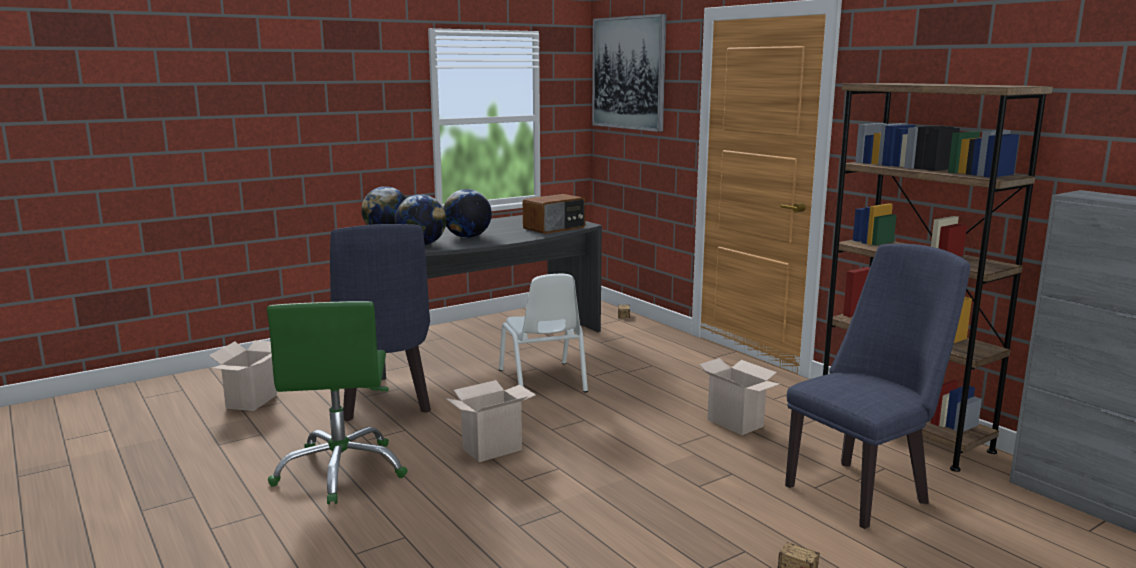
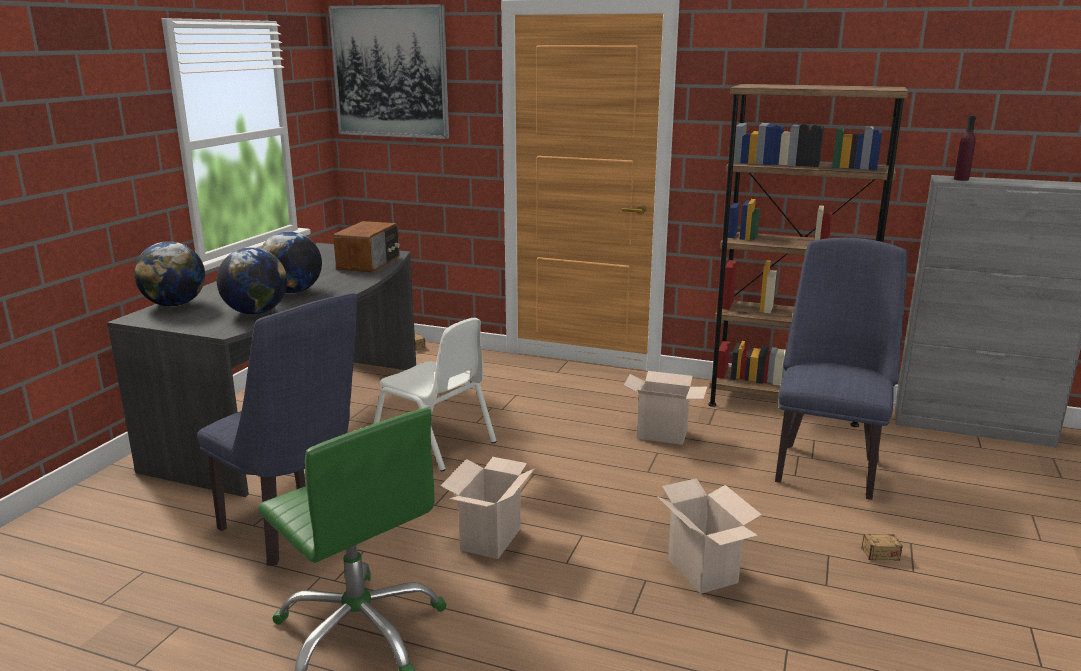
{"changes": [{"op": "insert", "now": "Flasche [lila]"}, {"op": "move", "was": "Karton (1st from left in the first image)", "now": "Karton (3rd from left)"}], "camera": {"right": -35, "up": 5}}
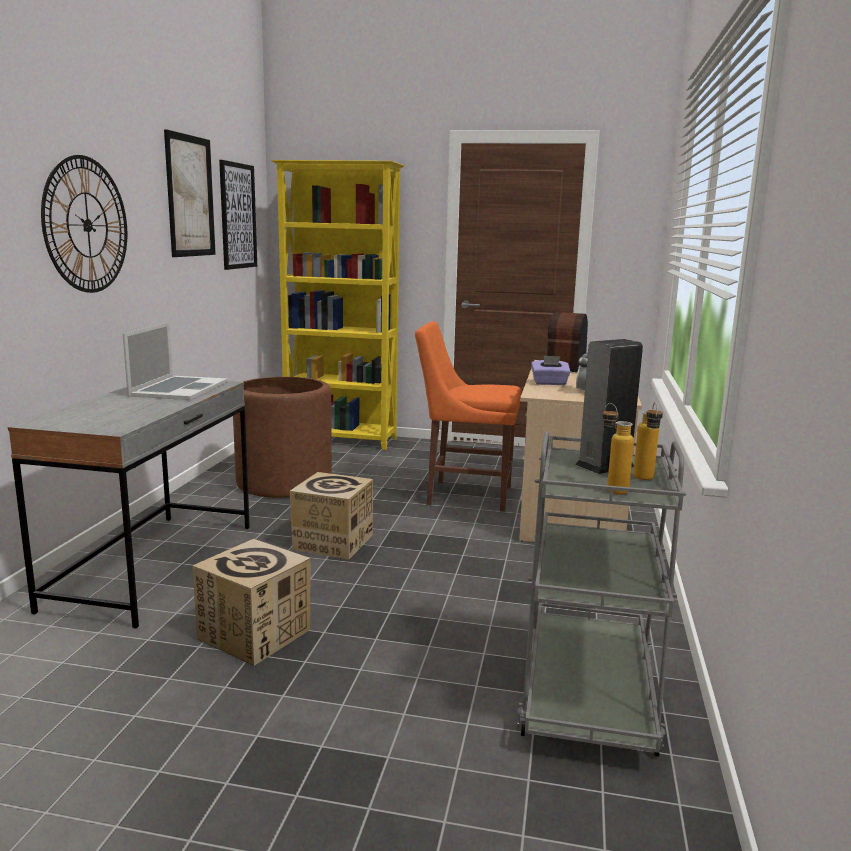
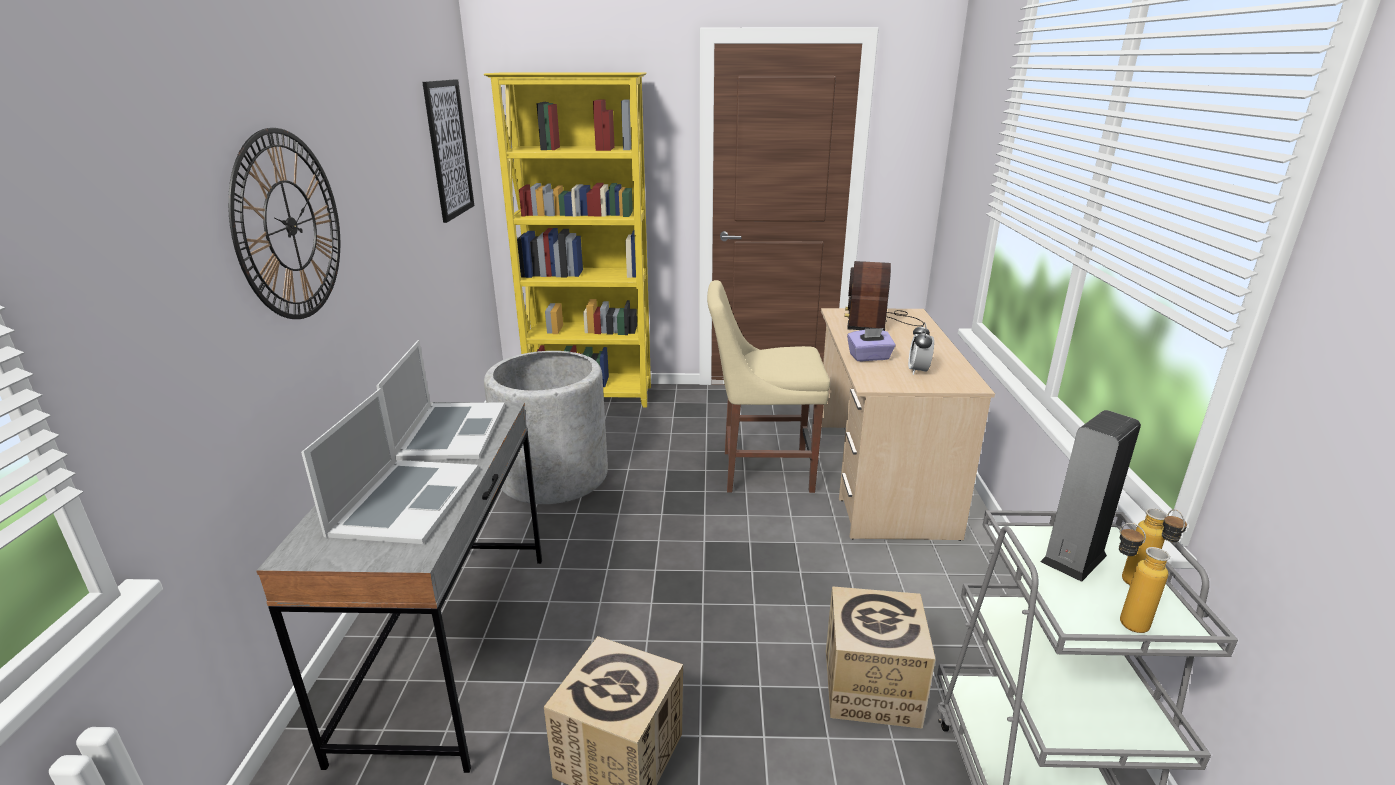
{"changes": [{"op": "delete", "was": "Bild (1st from left)"}, {"op": "insert", "now": "Laptop (1st from left)"}, {"op": "move", "was": "Karton (2nd from left)"}, {"op": "recolor", "was": "Pflanzkübel [braun]", "now": "Pflanzkübel [grau]"}, {"op": "recolor", "was": "Stuhl [orange]", "now": "Stuhl [beige]"}], "camera": {"right": -10, "up": 10}}
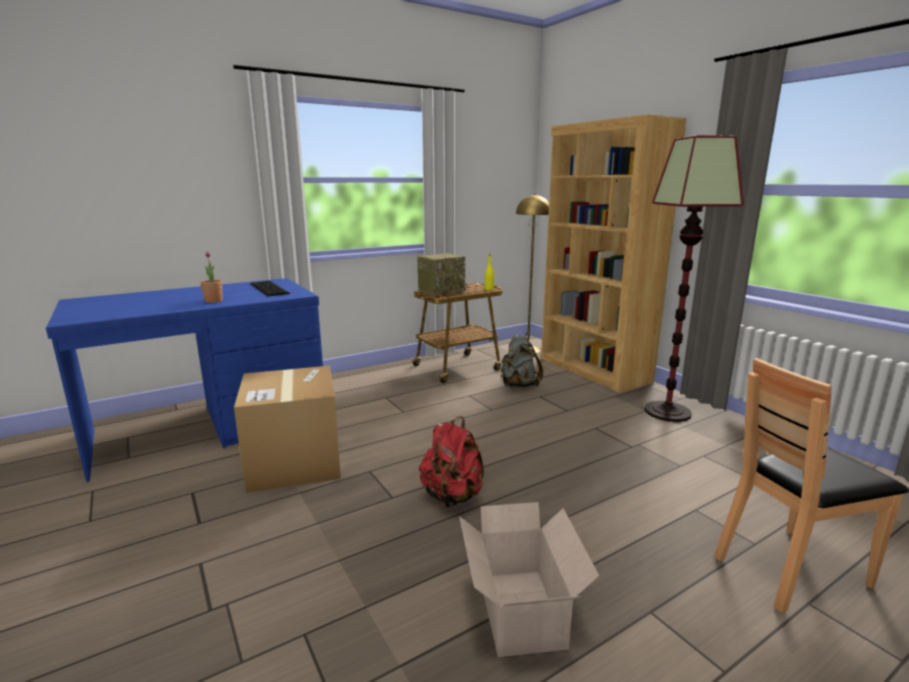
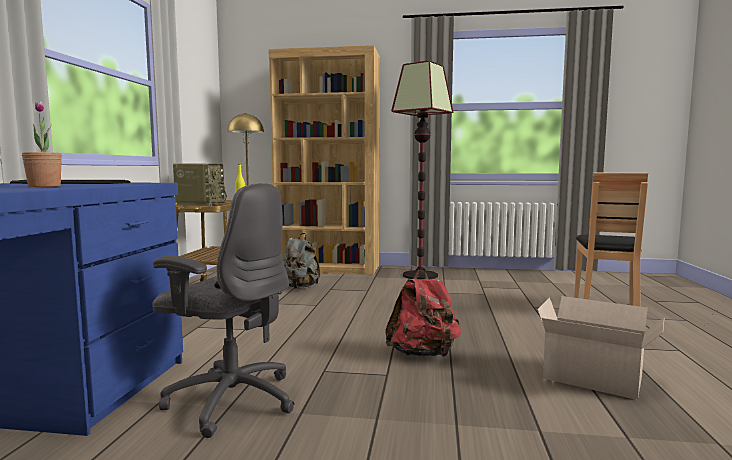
{"changes": [{"op": "replace", "was": "Karton (1st from left)", "now": "Bürostuhl [grau]"}], "camera": {"right": -50, "up": -10}}
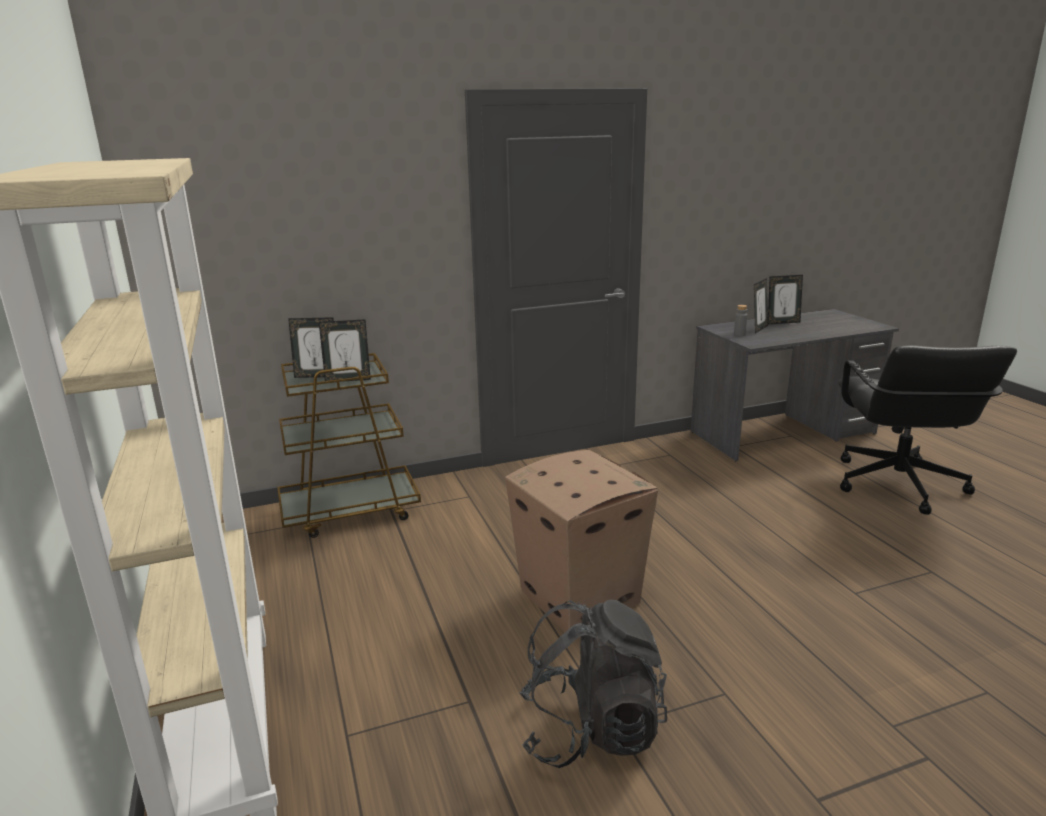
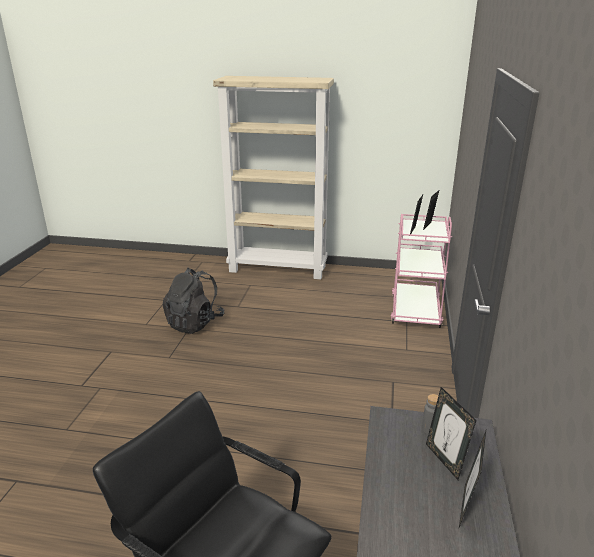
{"changes": [{"op": "delete", "was": "Karton"}, {"op": "recolor", "was": "Rollwagen [braun]", "now": "Rollwagen [rosa]"}], "camera": {"right": 120, "up": 5}}
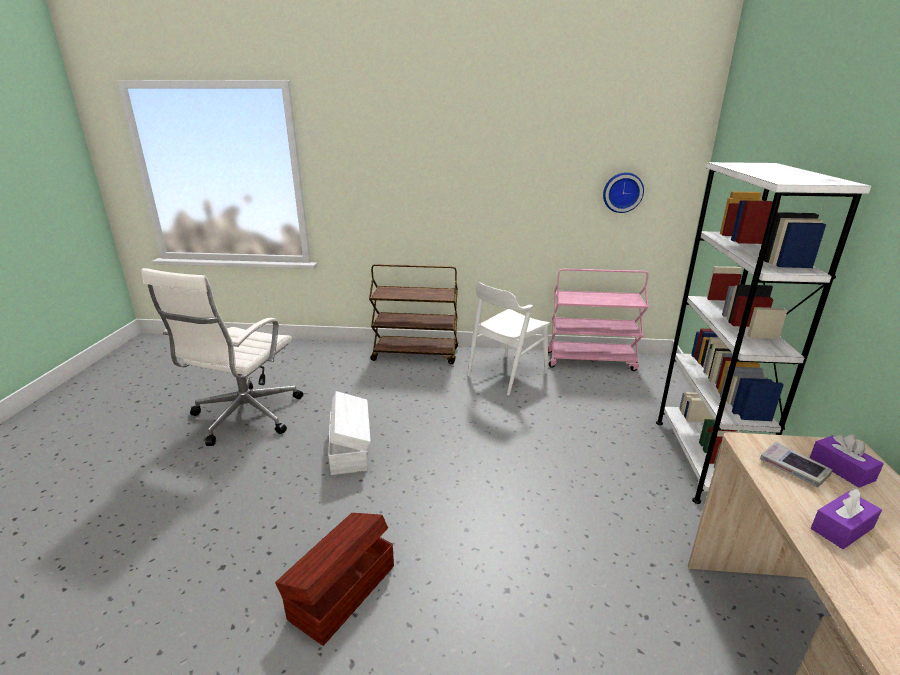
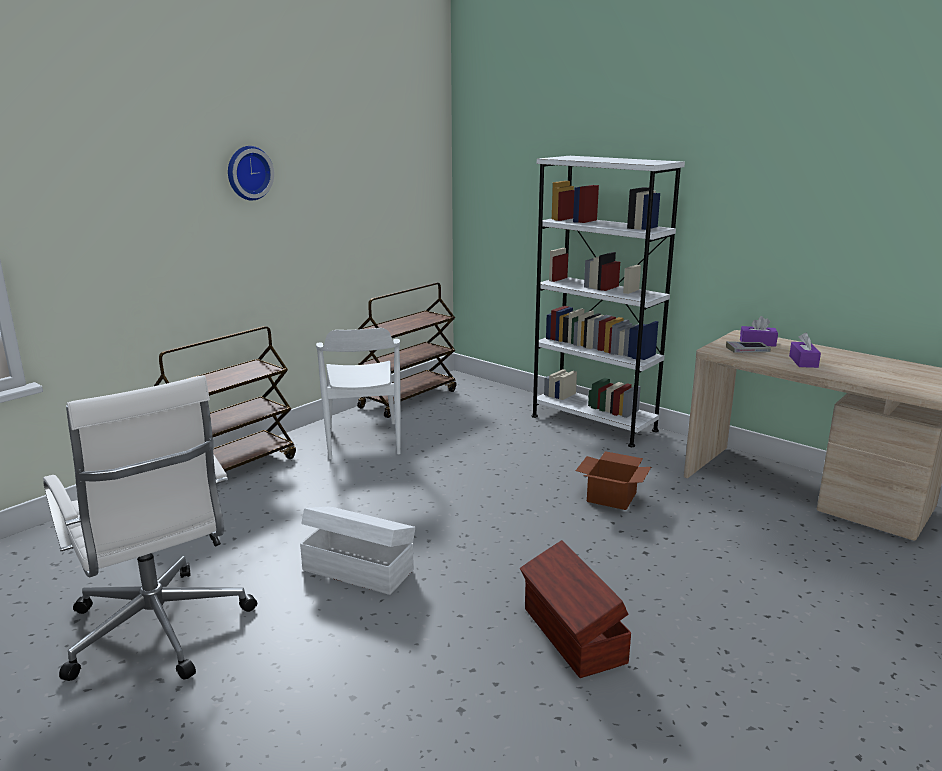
{"changes": [{"op": "insert", "now": "Karton"}, {"op": "move", "was": "Wanduhr"}, {"op": "recolor", "was": "Rollwagen [rosa]", "now": "Rollwagen [braun] (2nd from left)"}], "camera": {"right": -55, "up": -5}}
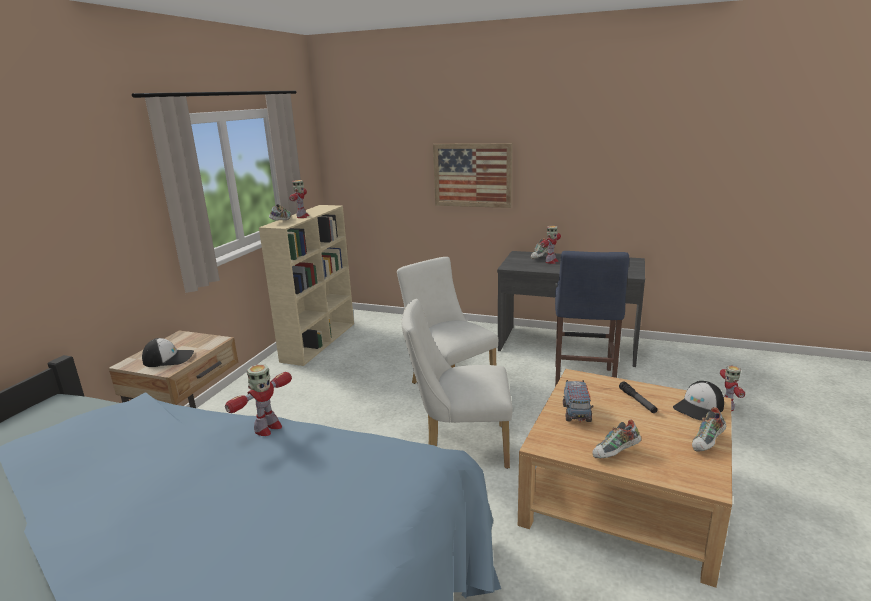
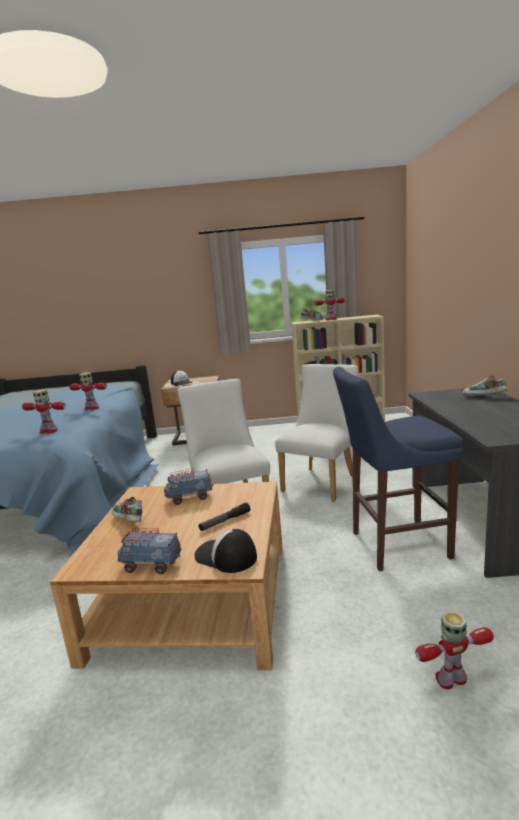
{"changes": [{"op": "delete", "was": "Bild"}, {"op": "move", "was": "Spielzeugroboter (3rd from left in the first image)", "now": "Spielzeugroboter (1st from left)"}, {"op": "replace", "was": "Schuh (4th from left)", "now": "Spielzeuglaster (1st from left)"}], "camera": {"right": 70, "up": -5}}
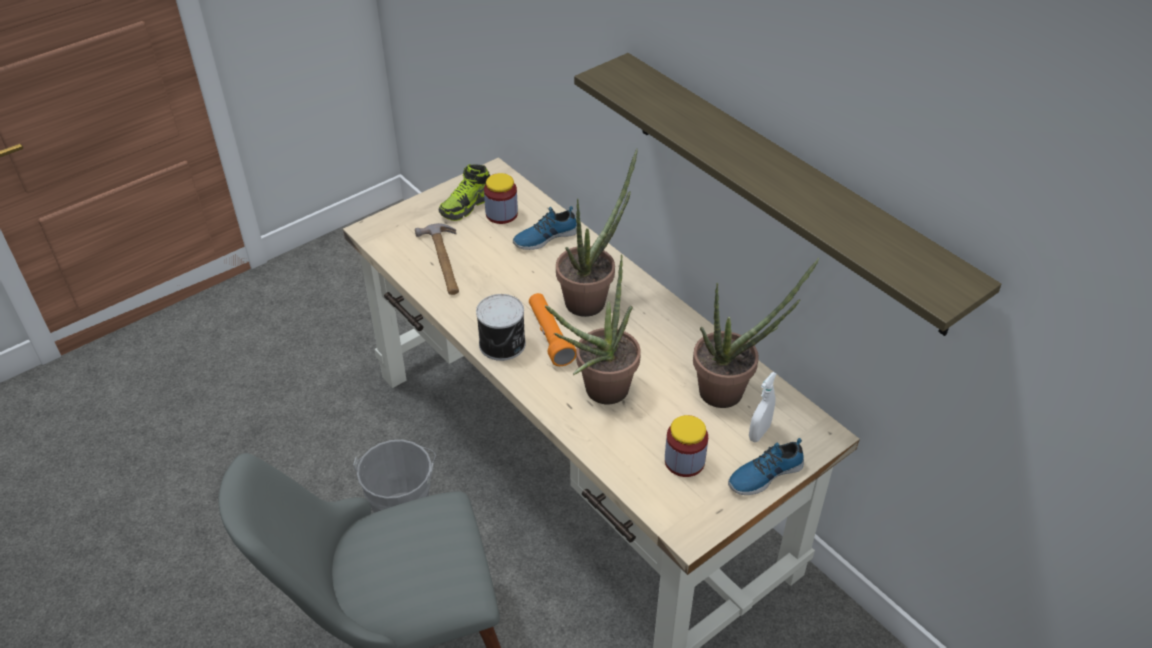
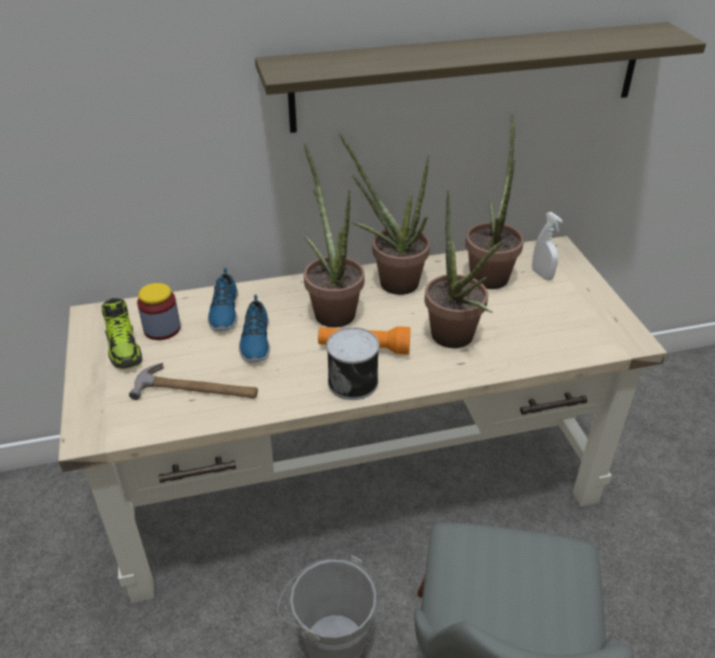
{"changes": [{"op": "delete", "was": "Vorratsglas (2nd from left)"}, {"op": "insert", "now": "Topfpflanze (2nd from left)"}, {"op": "move", "was": "Schuh (3rd from left)"}], "camera": {"right": -65, "up": -5}}
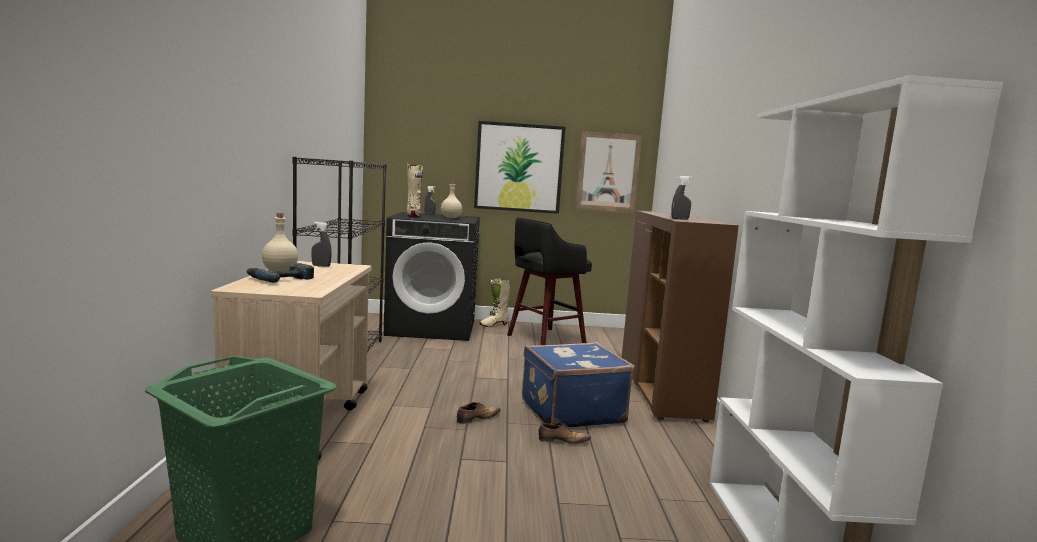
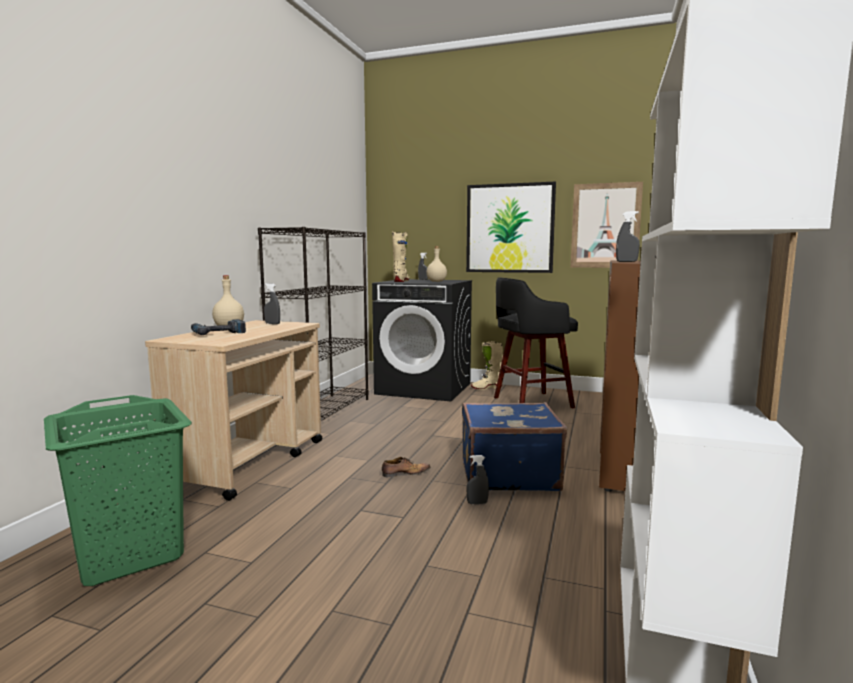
{"changes": [{"op": "replace", "was": "Schuh (2nd from left)", "now": "Sprühflasche [grau] (3rd from left)"}], "camera": {"right": 20, "up": 0}}
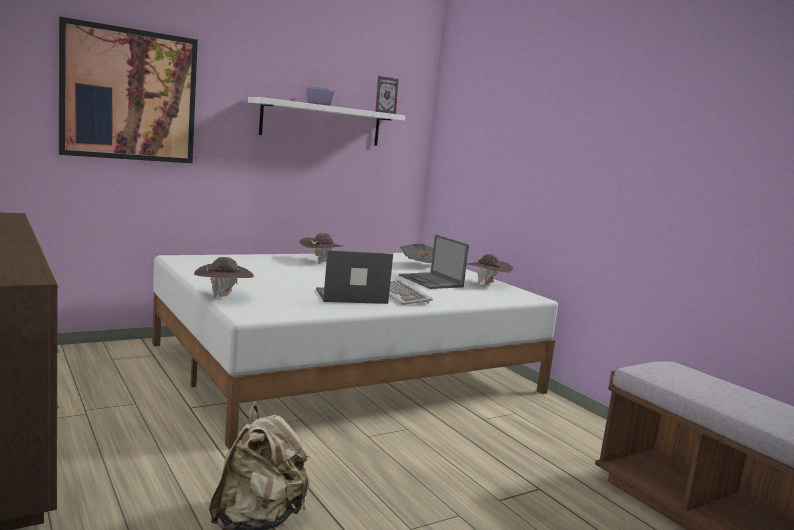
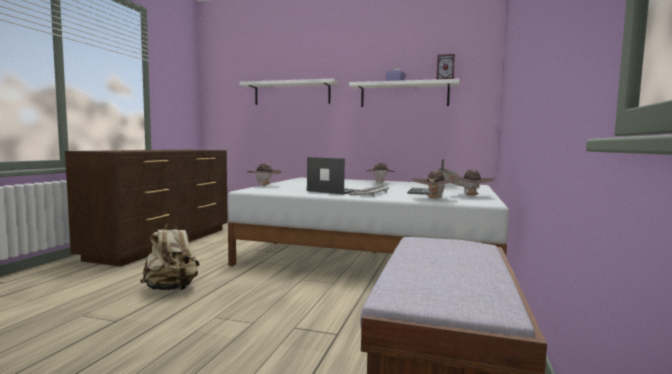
{"changes": [{"op": "insert", "now": "Hut [braun] (3rd from left)"}, {"op": "replace", "was": "Bild", "now": "Wandregal [weiß] (1st from left)"}], "camera": {"right": 50, "up": -5}}
